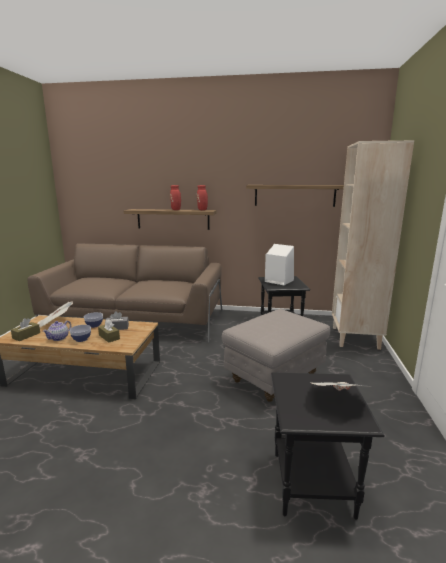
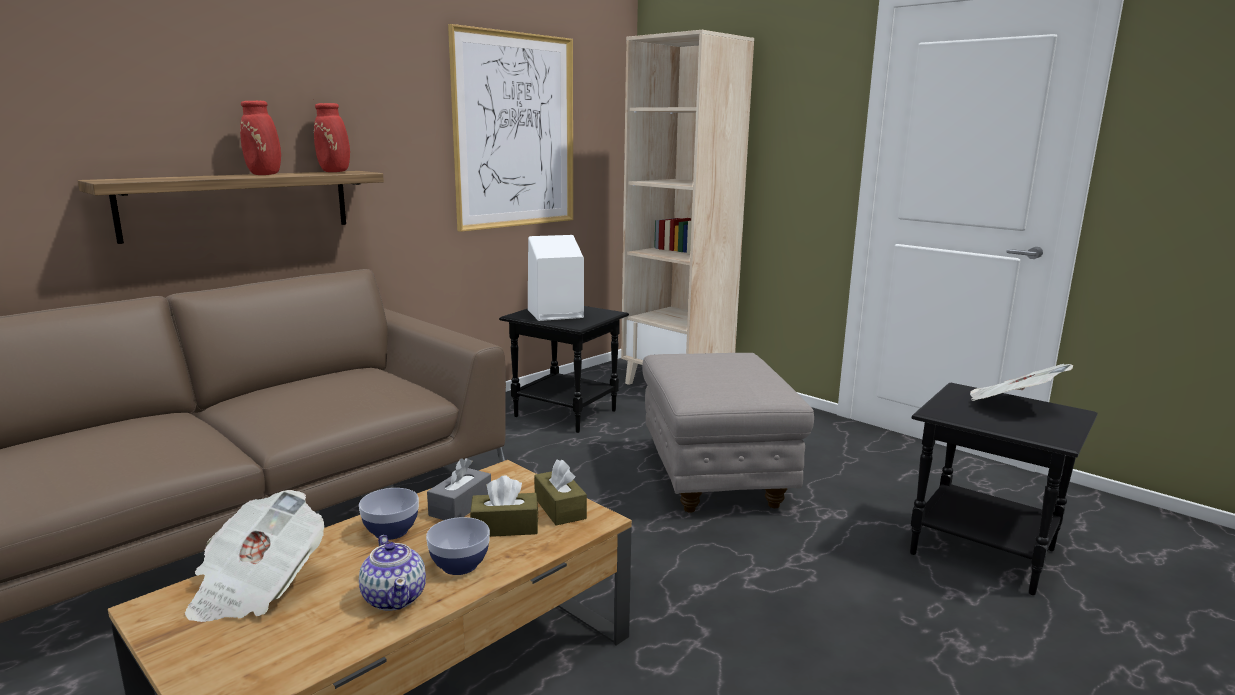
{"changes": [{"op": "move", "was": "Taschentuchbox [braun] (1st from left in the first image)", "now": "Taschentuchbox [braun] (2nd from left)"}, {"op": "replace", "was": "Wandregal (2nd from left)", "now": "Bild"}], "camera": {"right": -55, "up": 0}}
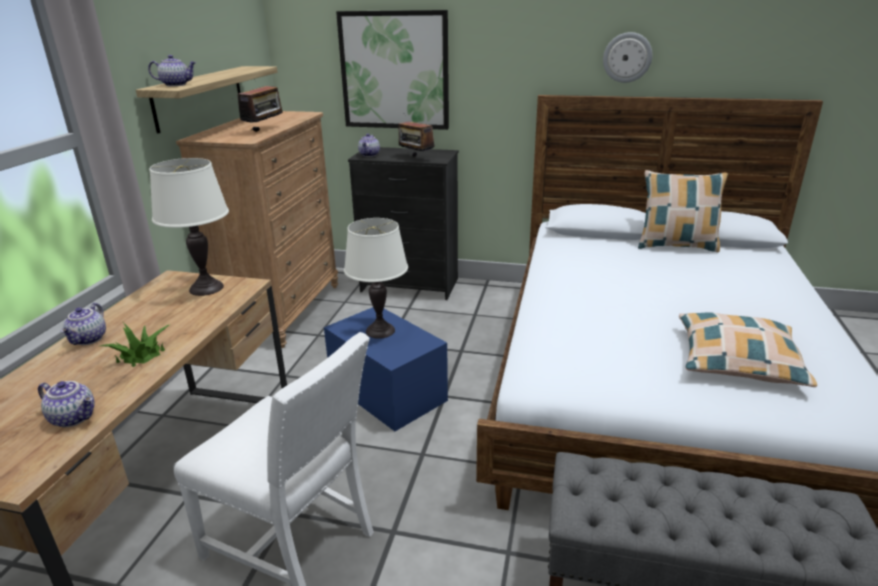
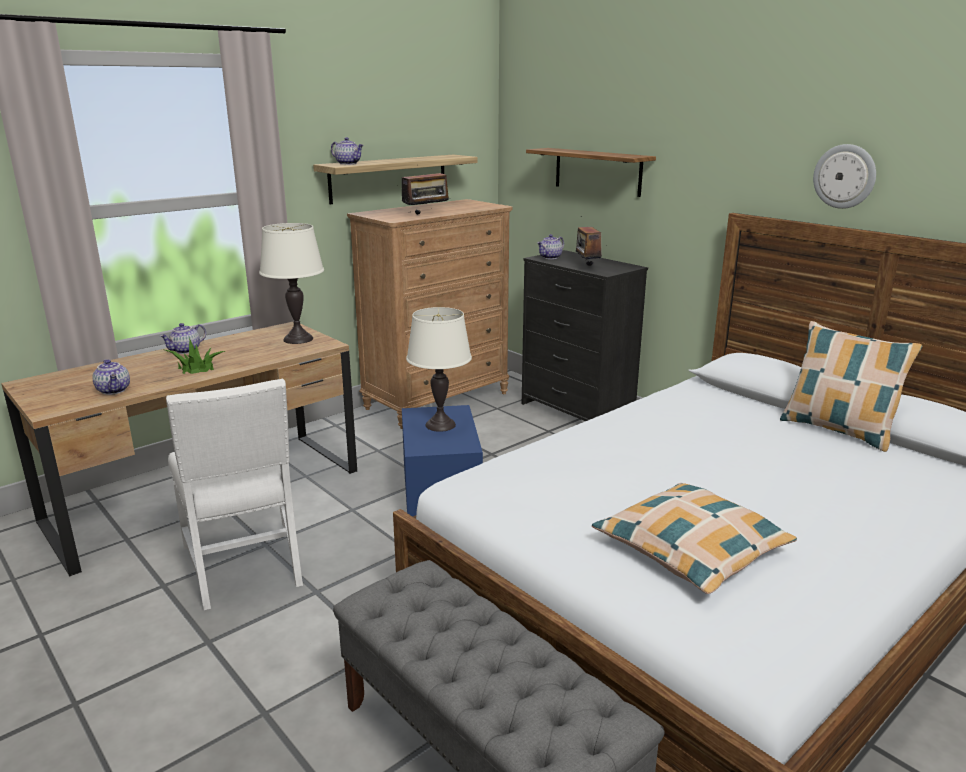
{"changes": [{"op": "replace", "was": "Bild", "now": "Wandregal (2nd from left)"}], "camera": {"right": 35, "up": -5}}
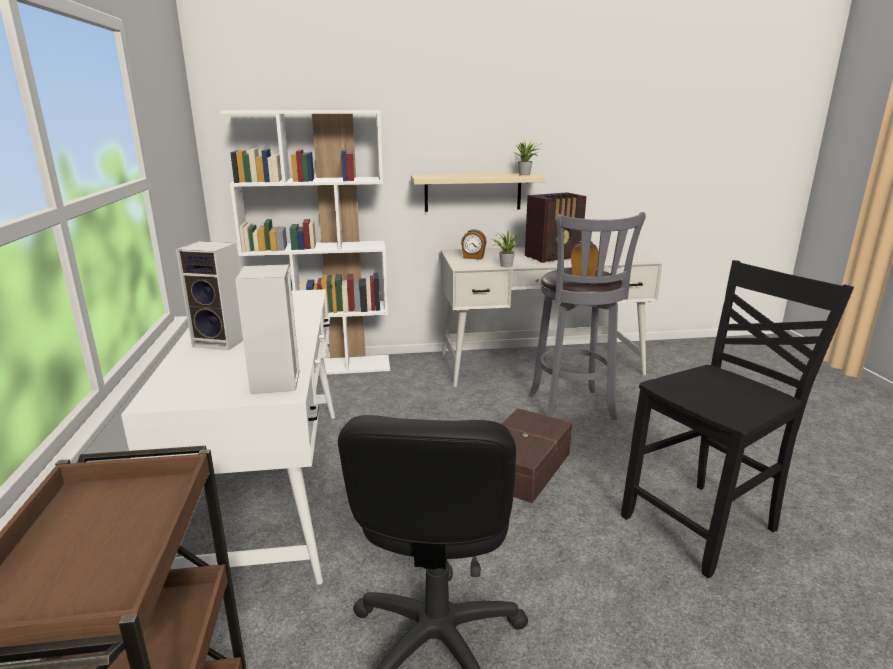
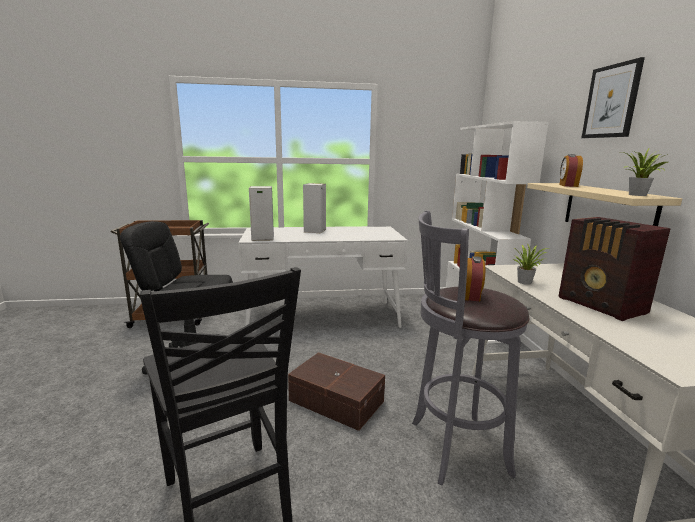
{"changes": [{"op": "insert", "now": "Bild"}, {"op": "move", "was": "Wecker (1st from left in the first image)", "now": "Wecker (2nd from left)"}], "camera": {"right": 90, "up": -5}}
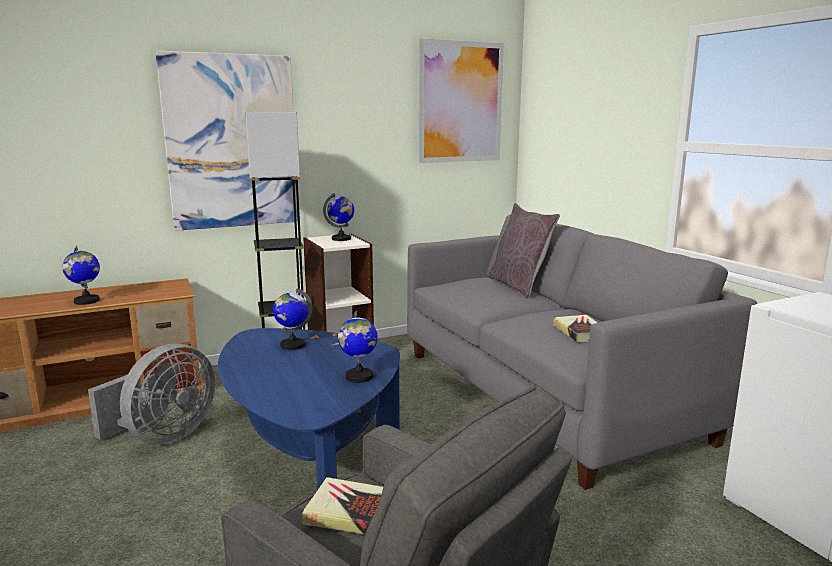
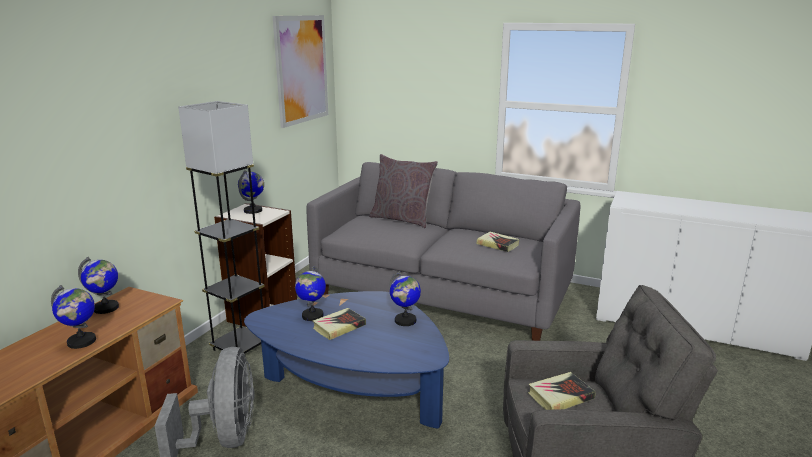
{"changes": [{"op": "delete", "was": "Bild (1st from left)"}, {"op": "insert", "now": "Globus (2nd from left)"}, {"op": "insert", "now": "Buch (1st from left)"}], "camera": {"right": -40, "up": 5}}
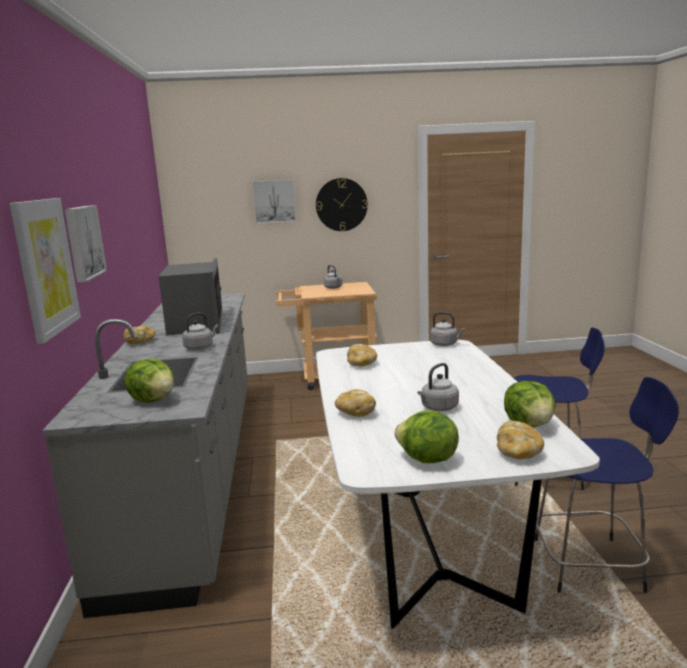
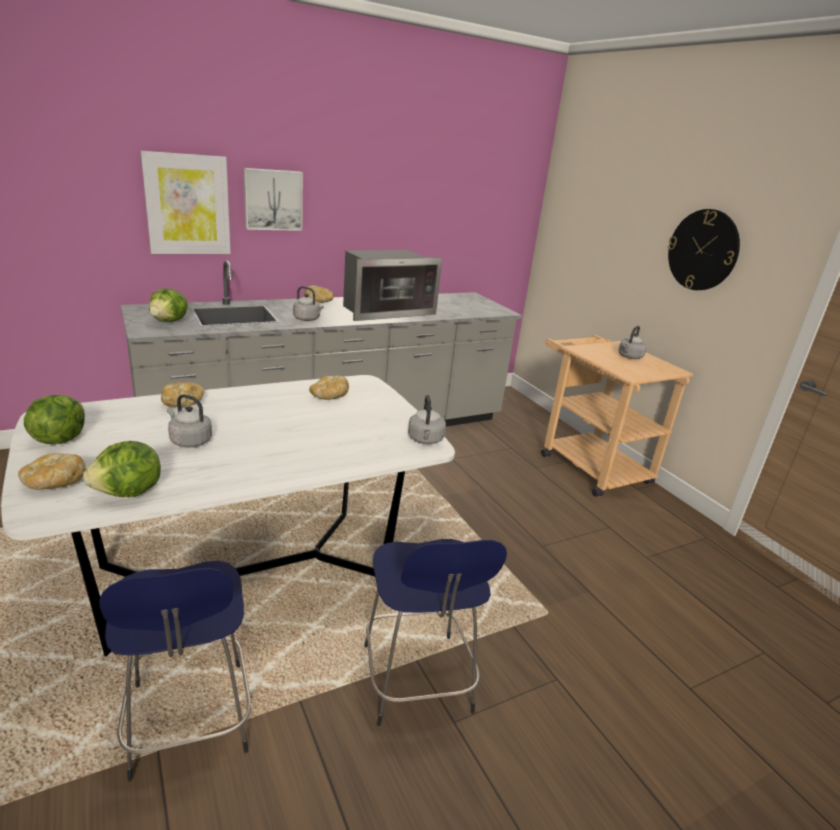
{"changes": [{"op": "delete", "was": "Bild (3rd from left)"}], "camera": {"right": 65, "up": 10}}
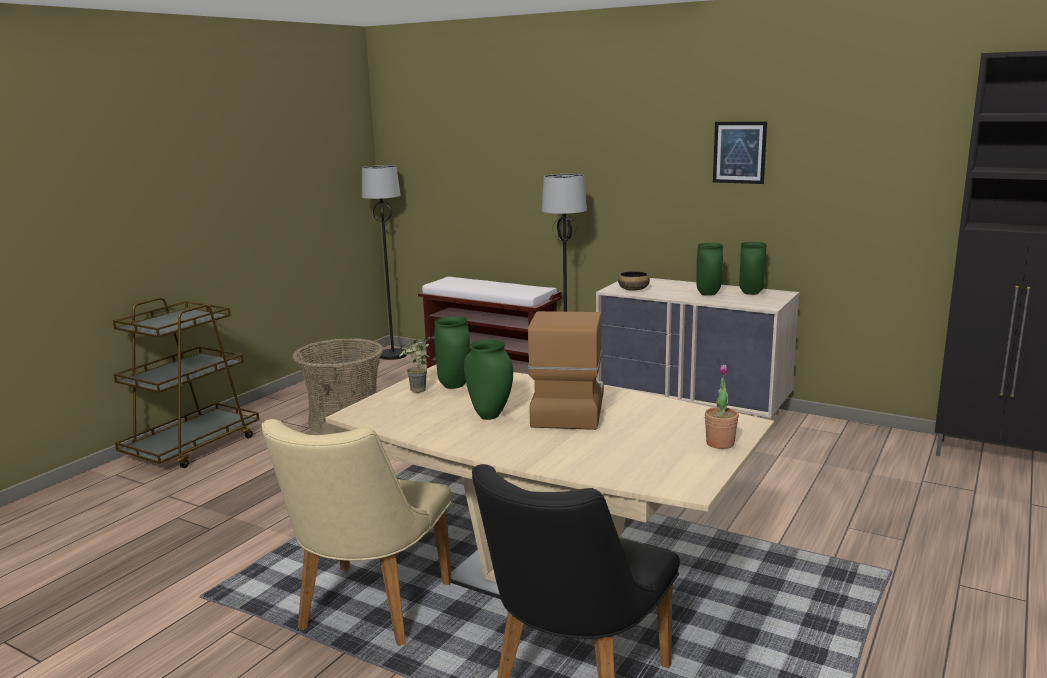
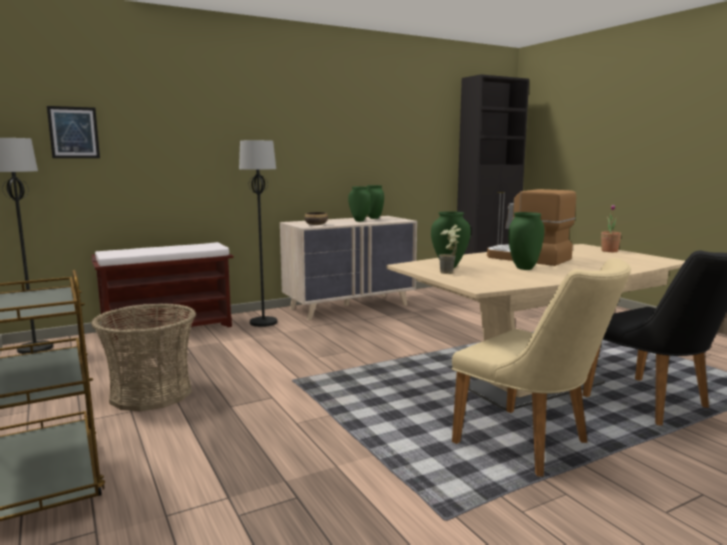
{"changes": [{"op": "move", "was": "Bild"}], "camera": {"right": -60, "up": -5}}
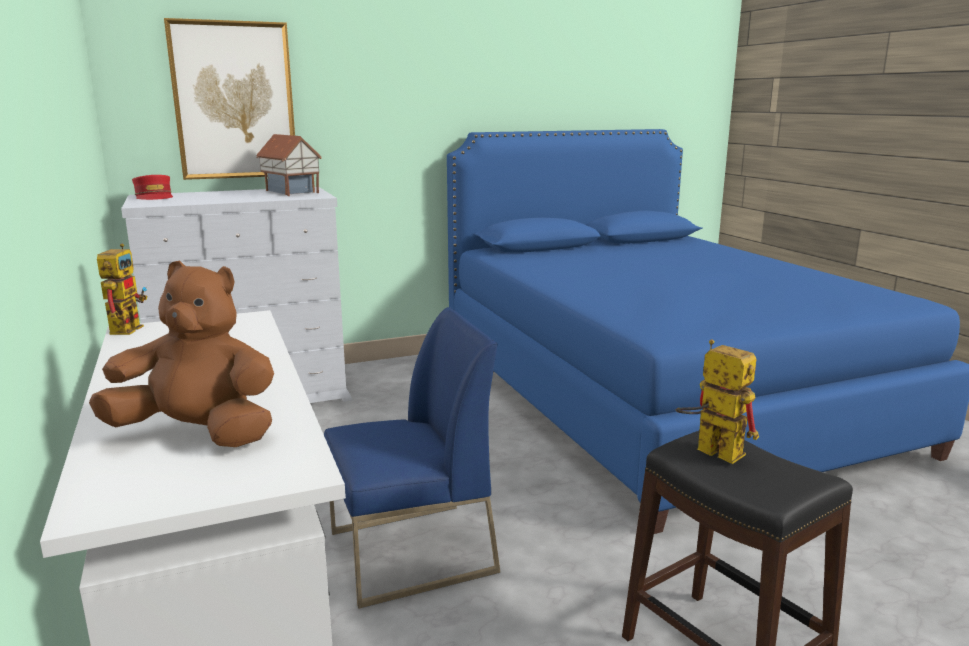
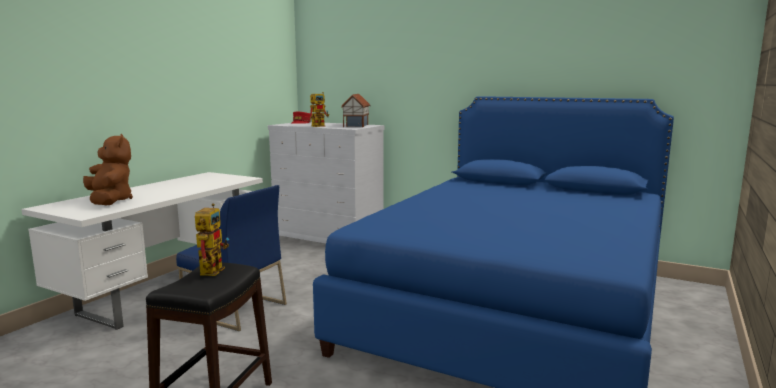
{"changes": [{"op": "delete", "was": "Bild"}, {"op": "move", "was": "Spielzeugroboter (1st from left in the first image)", "now": "Spielzeugroboter (2nd from left)"}], "camera": {"right": 50, "up": -5}}
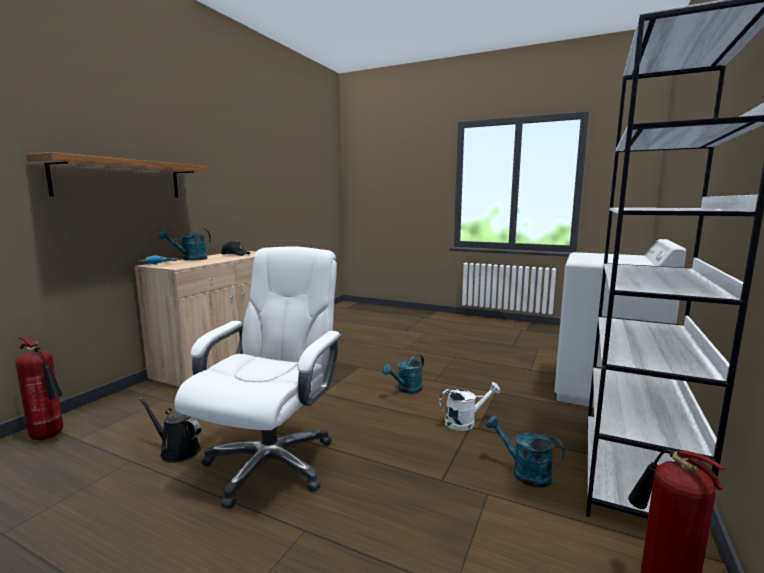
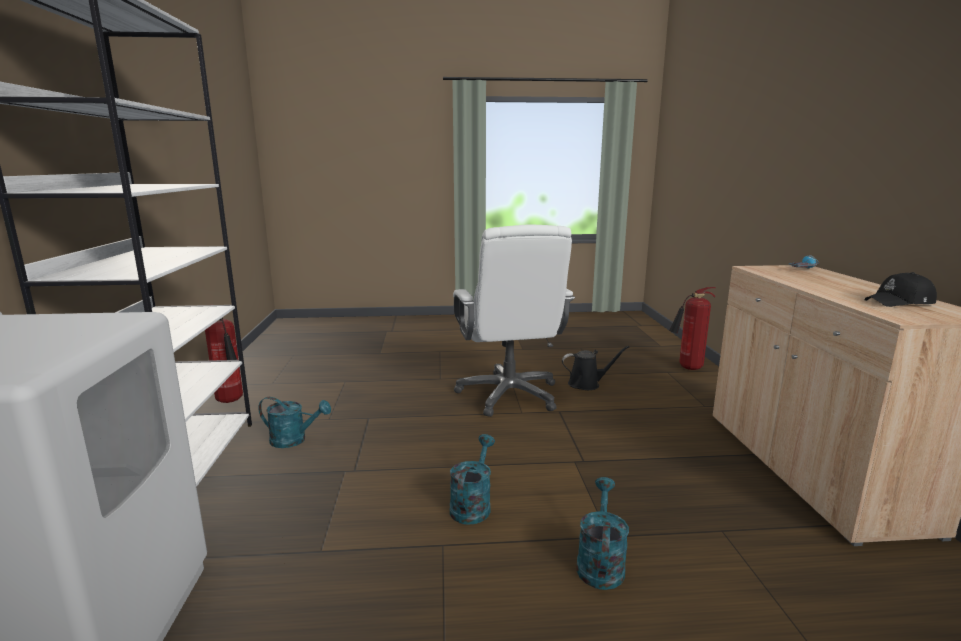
{"changes": [{"op": "delete", "was": "Wandregal"}, {"op": "delete", "was": "Gießkanne [weiß]"}, {"op": "move", "was": "Gießkanne [türkis] (1st from left in the first image)", "now": "Gießkanne [türkis] (3rd from left)"}], "camera": {"right": 150, "up": 5}}
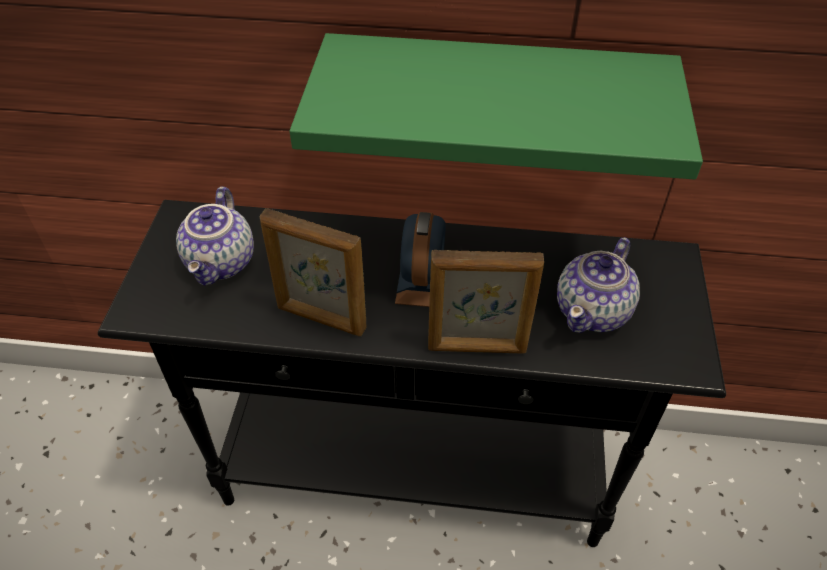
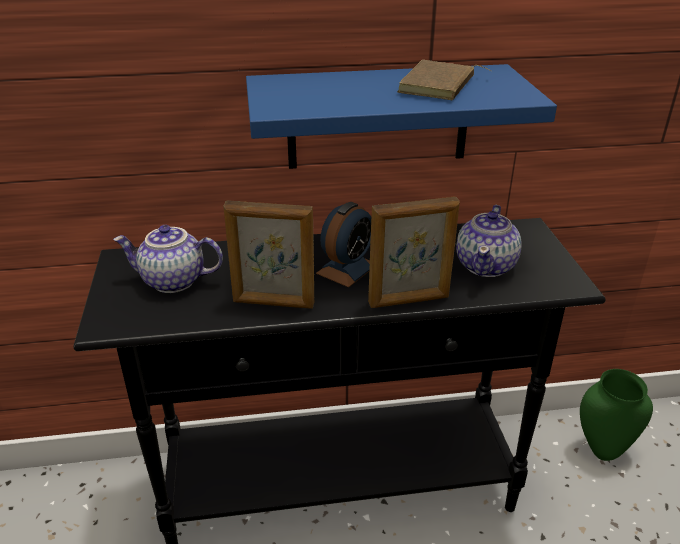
{"changes": [{"op": "insert", "now": "Buch [braun]"}, {"op": "insert", "now": "Vase [grün]"}, {"op": "recolor", "was": "Wandregal [grün]", "now": "Wandregal [blau]"}, {"op": "rotate", "was": "Teekanne (1st from left)", "clockwise": 105}, {"op": "rotate", "was": "Wecker", "clockwise": 45}], "camera": {"right": -15, "up": -15}}
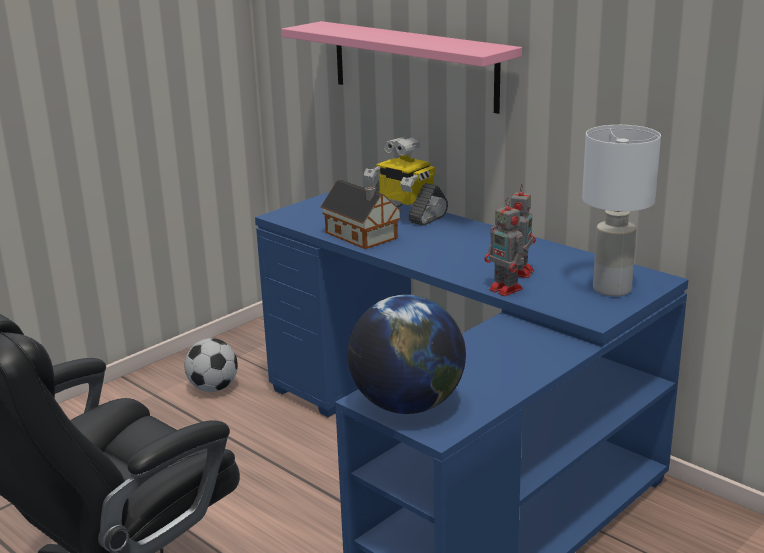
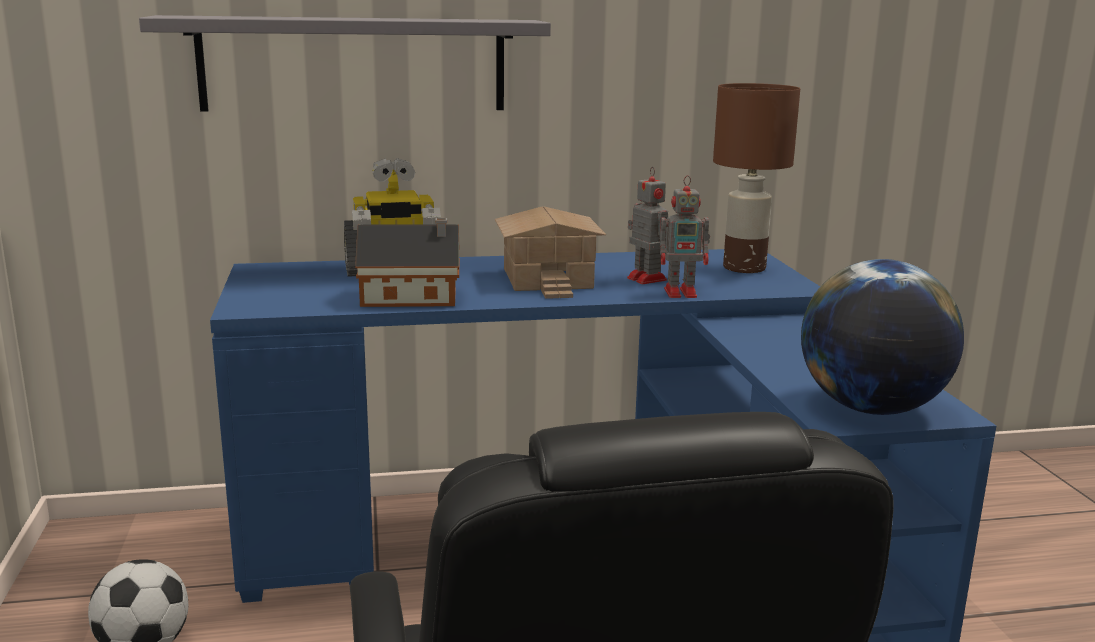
{"changes": [{"op": "insert", "now": "Spielzeughaus (2nd from left)"}, {"op": "recolor", "was": "Wandregal [rosa]", "now": "Wandregal [grau]"}, {"op": "recolor", "was": "Tischlampe [weiß]", "now": "Tischlampe [braun]"}], "camera": {"right": -55, "up": -5}}
